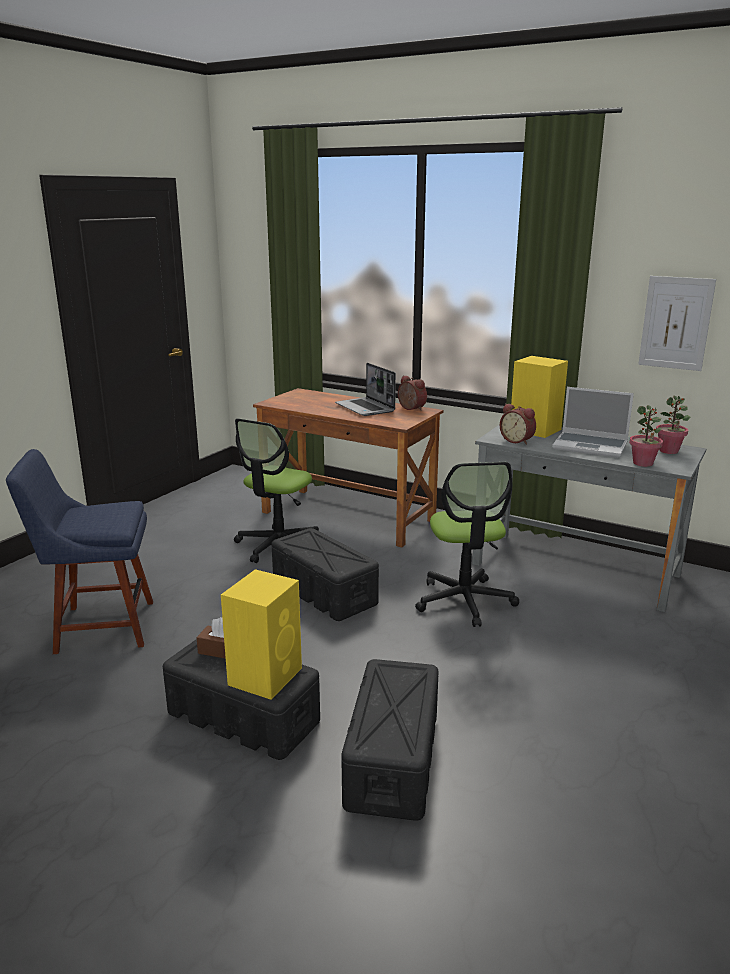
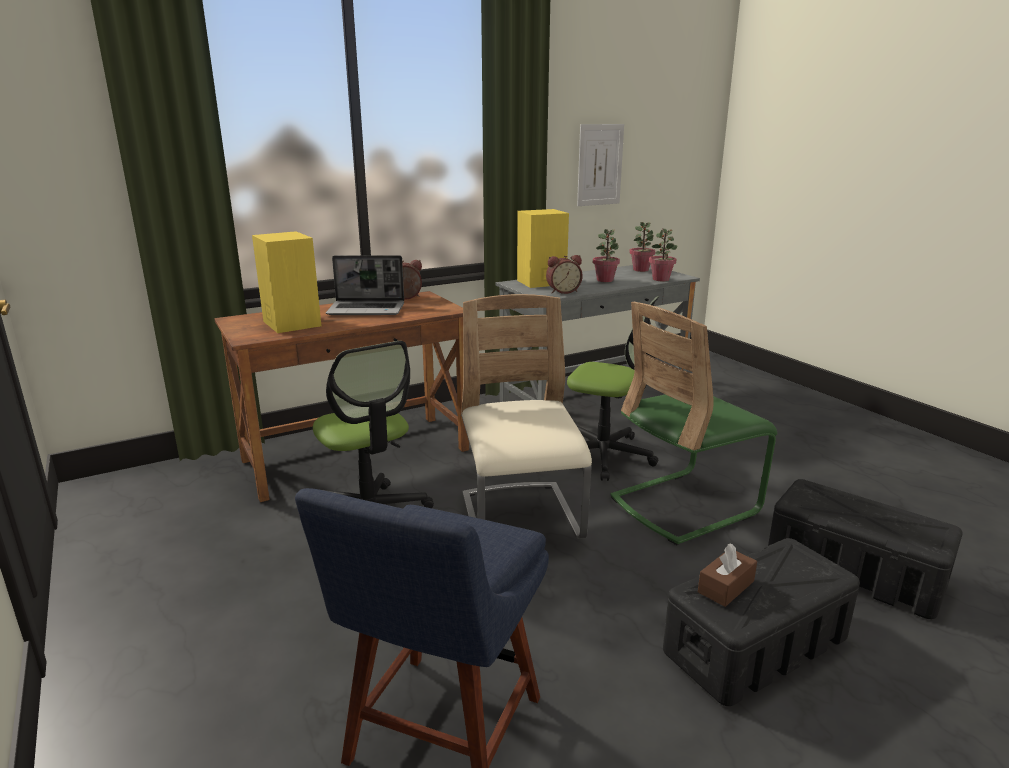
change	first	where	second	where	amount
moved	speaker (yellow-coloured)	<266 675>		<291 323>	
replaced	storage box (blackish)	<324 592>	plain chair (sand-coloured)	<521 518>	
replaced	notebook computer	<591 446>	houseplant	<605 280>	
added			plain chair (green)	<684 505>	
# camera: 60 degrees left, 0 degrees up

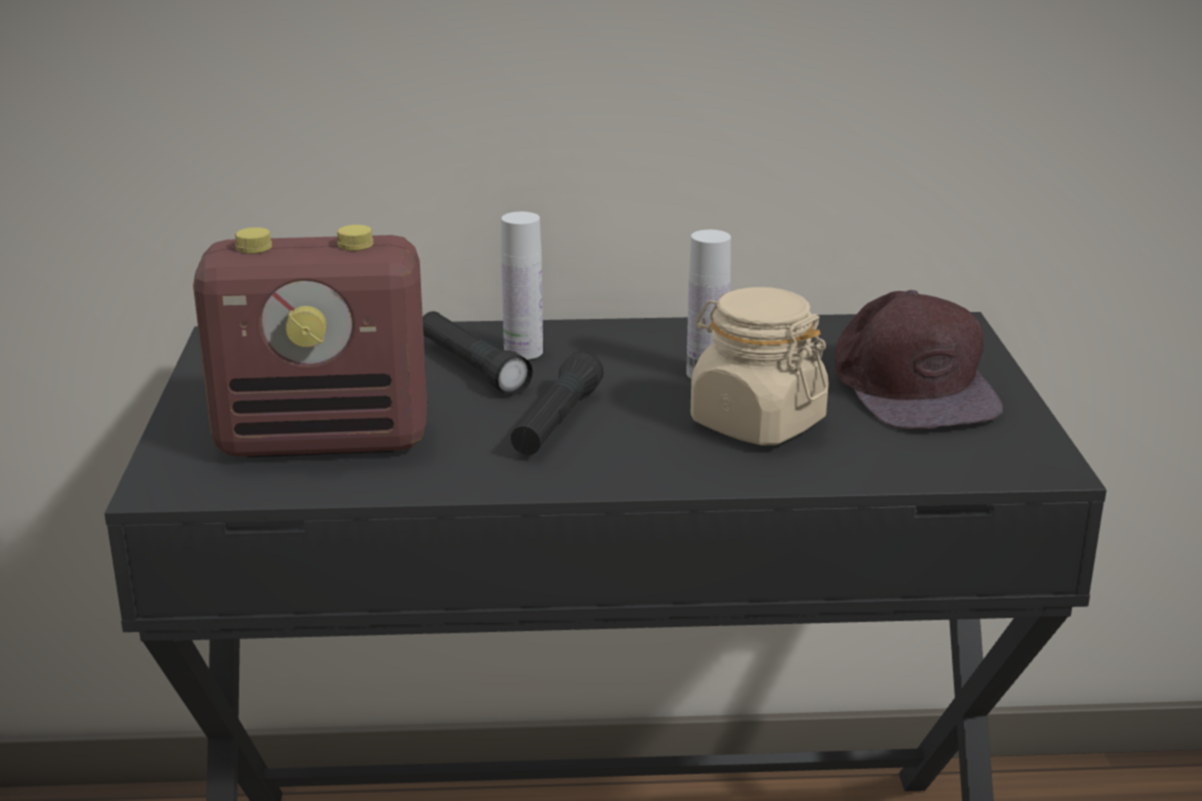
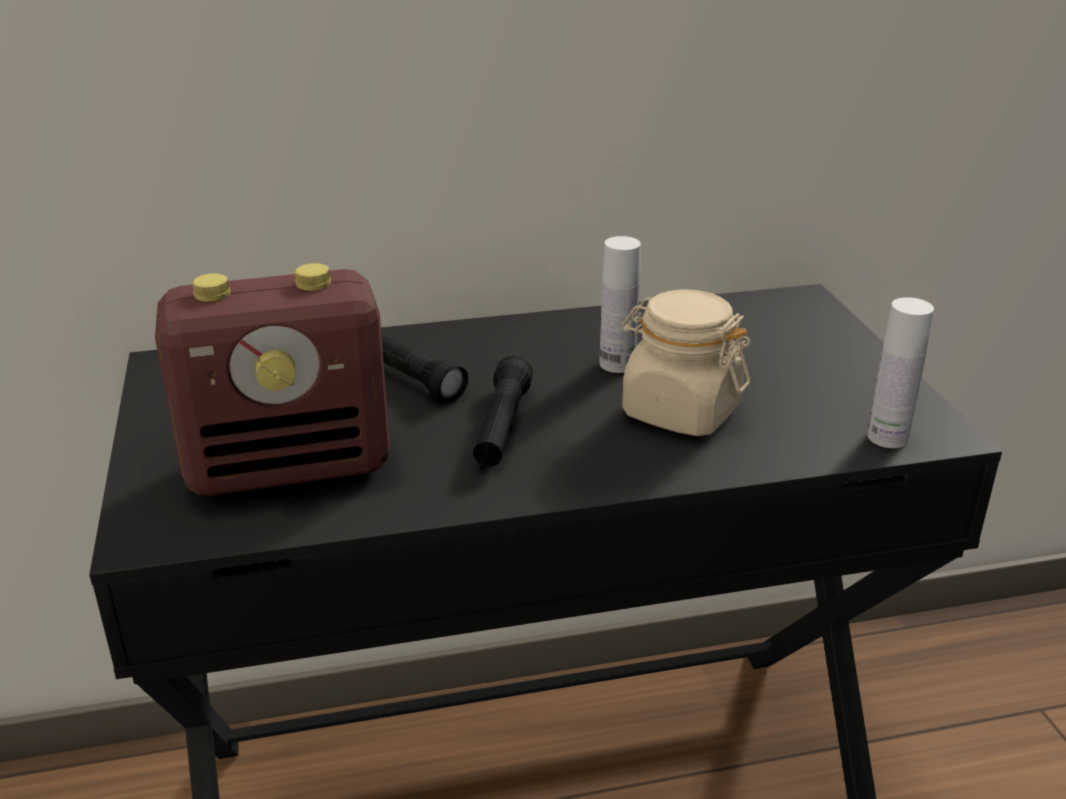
change	first	where	second	where	amount
moved	beverage bottle (whitish)	<523 352>		<887 437>	
removed	baseball cap (brown)	<912 386>			
# camera: 10 degrees left, 5 degrees up

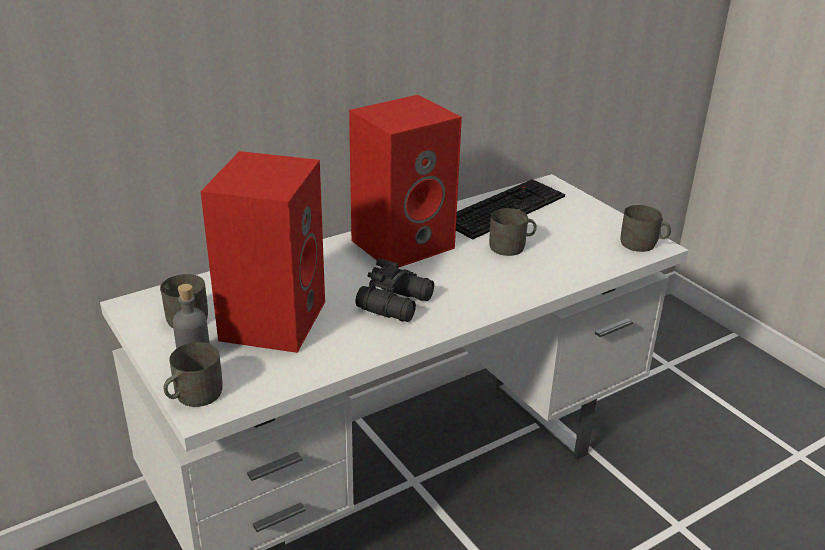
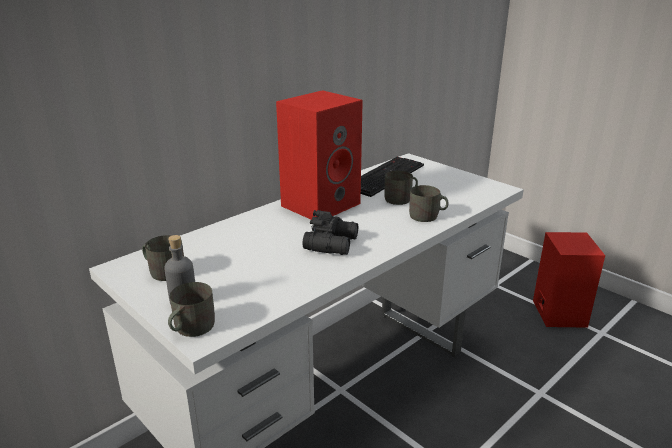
change	first	where	second	where	amount
moved	coffee mug (gray)	<643 244>		<427 216>	
moved	speaker (red)	<272 319>		<557 312>	
# camera: 10 degrees left, 5 degrees down

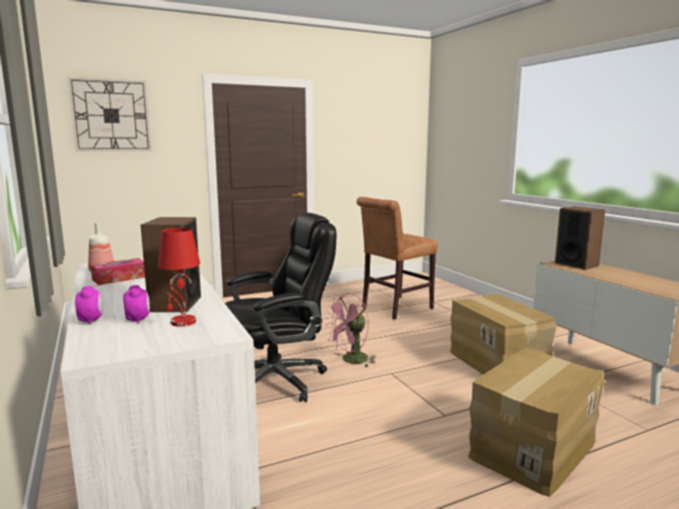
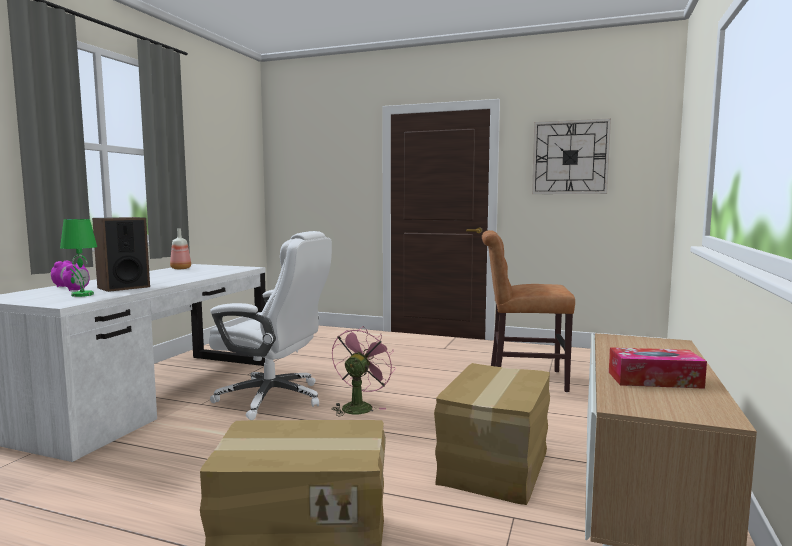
change	first	where	second	where	amount
recoloured	lamp for a table (red)	<182 322>	lamp for a table (green)	<81 295>	
recoloured	desk chair (blackish)	<277 380>	desk chair (whitish)	<273 398>	
turned	fan (pinkish)	<351 361>		<359 406>	105 degrees clockwise
moved	clock on the wall	<111 115>		<570 157>	
moved	tissue box	<119 278>		<654 380>	
removed	speaker	<576 264>			
# camera: 45 degrees right, 5 degrees down

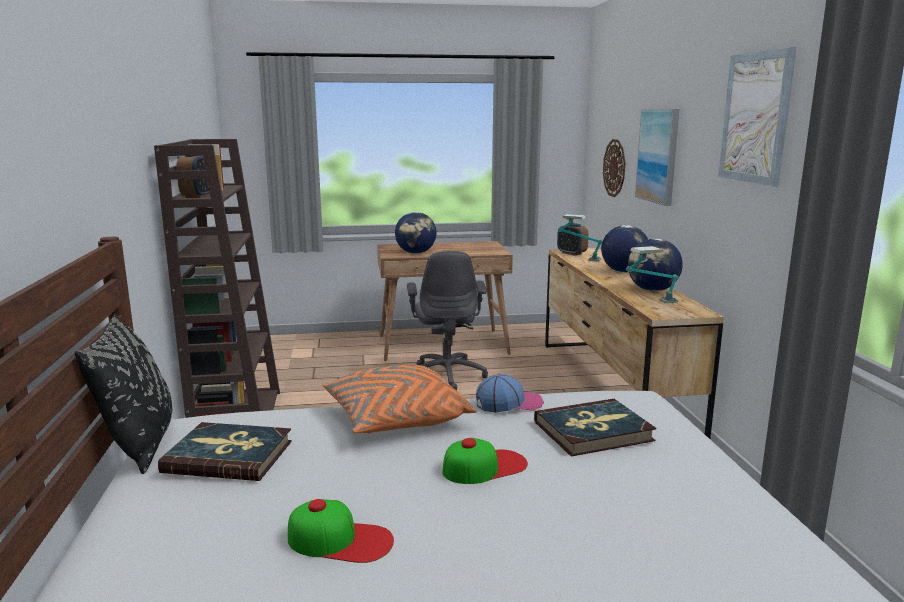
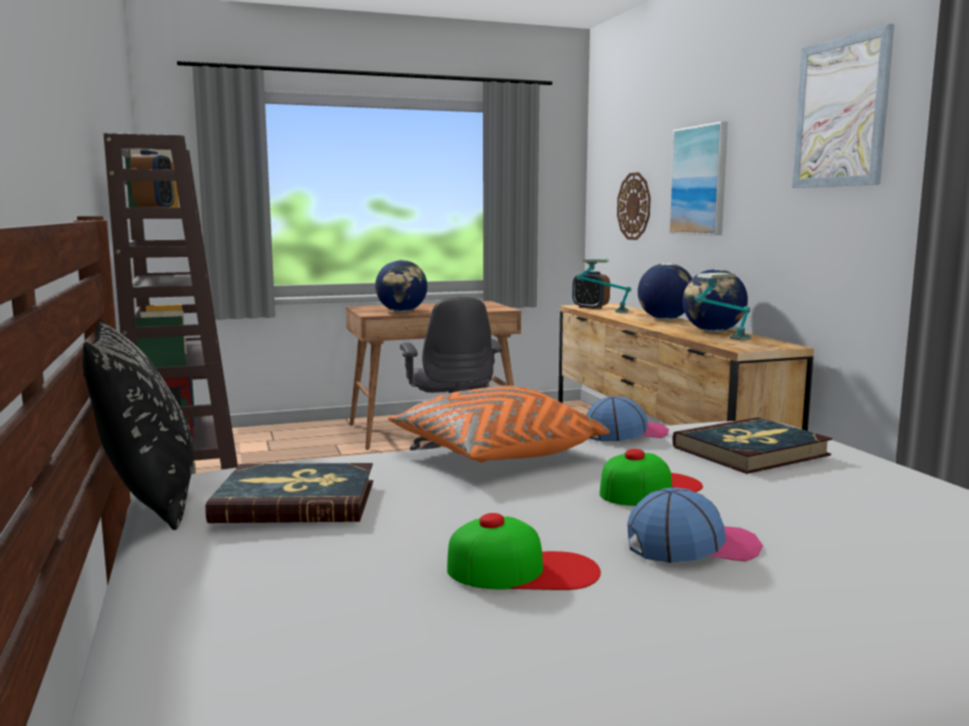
change	first	where	second	where	amount
added			baseball cap	<692 545>	
# camera: 10 degrees left, 5 degrees down

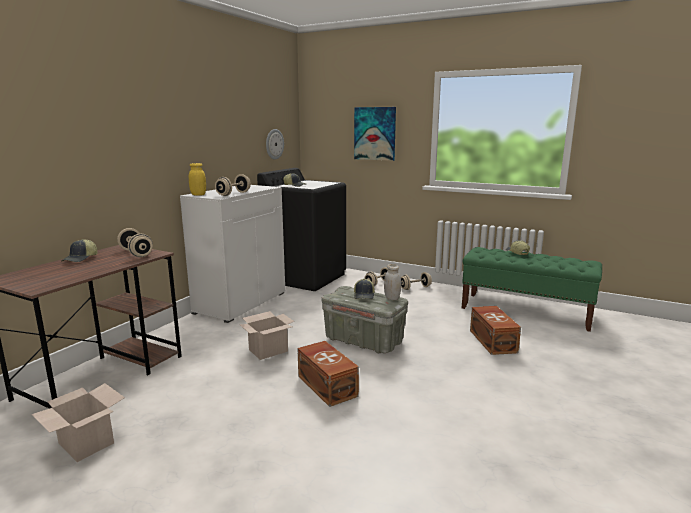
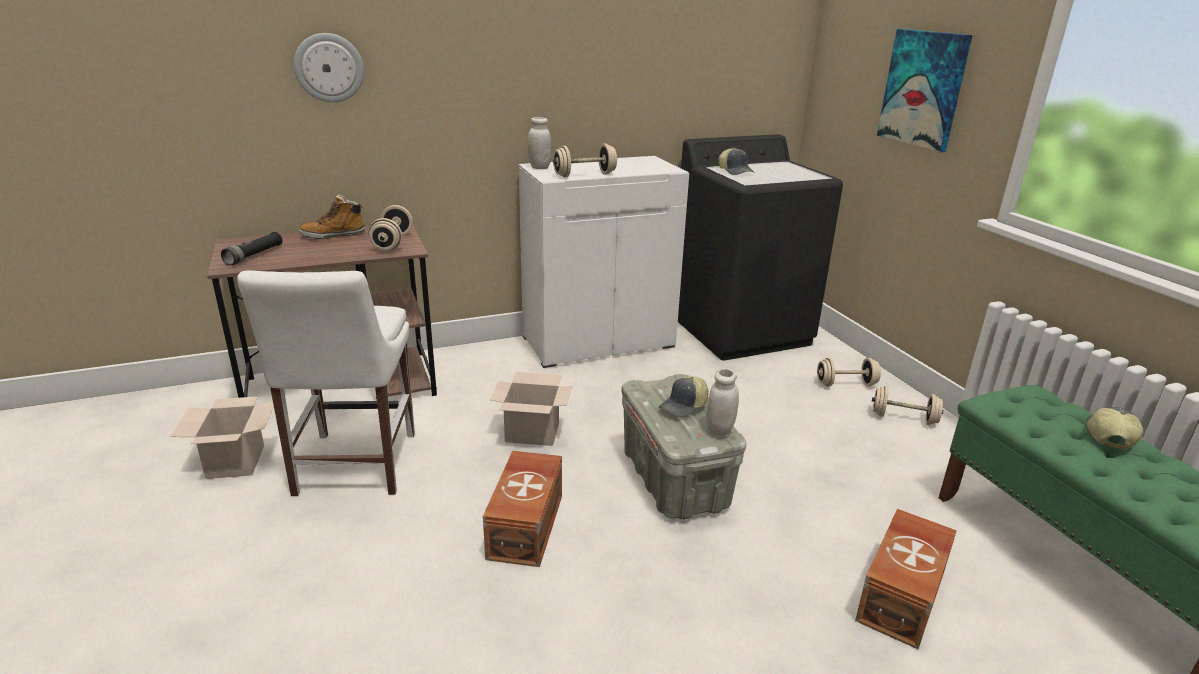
change	first	where	second	where	amount
added			torch (blackish)	<254 256>	
added			plain chair (whitish)	<353 467>	
moved	clock on the wall	<274 144>		<329 68>	
replaced	baseball cap	<81 259>	high-top boot	<333 235>	
recoloured	storage jar (yellow-coloured)	<198 195>	storage jar (whitish)	<539 167>	
# camera: 40 degrees right, 10 degrees up

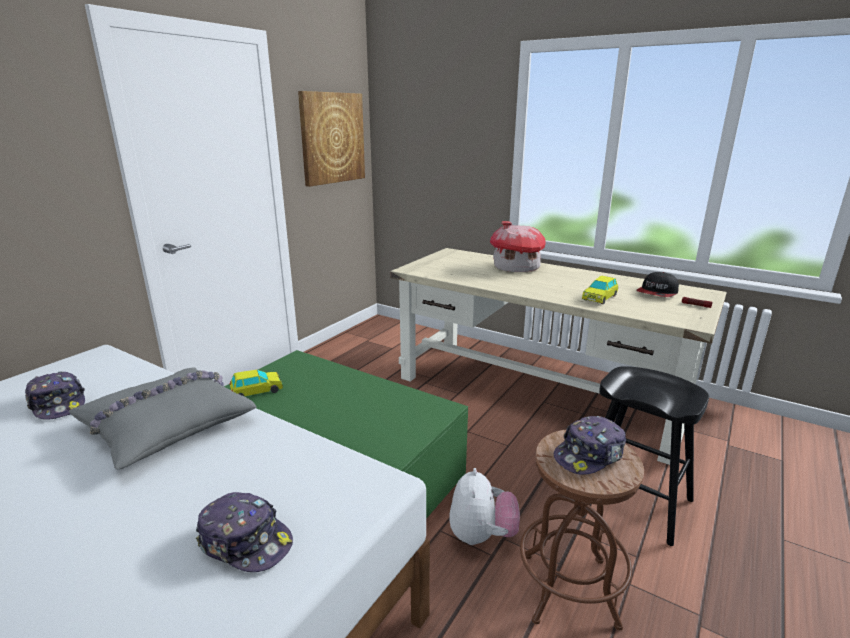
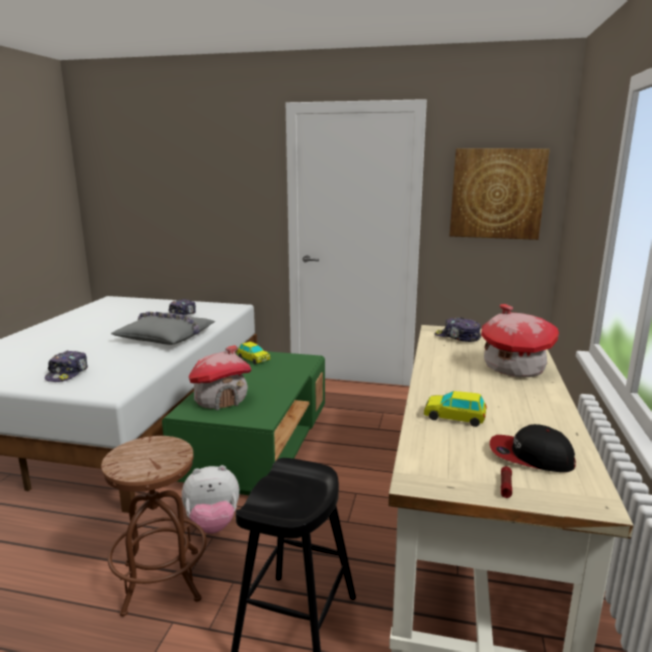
change	first	where	second	where	amount
added			model house	<221 399>	
moved	baseball cap	<589 455>		<457 337>	
# camera: 70 degrees right, 5 degrees down

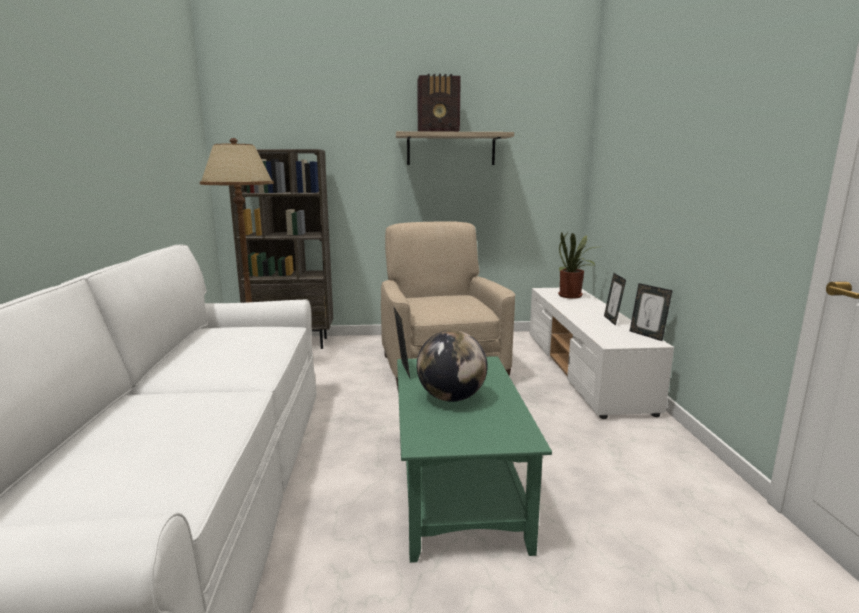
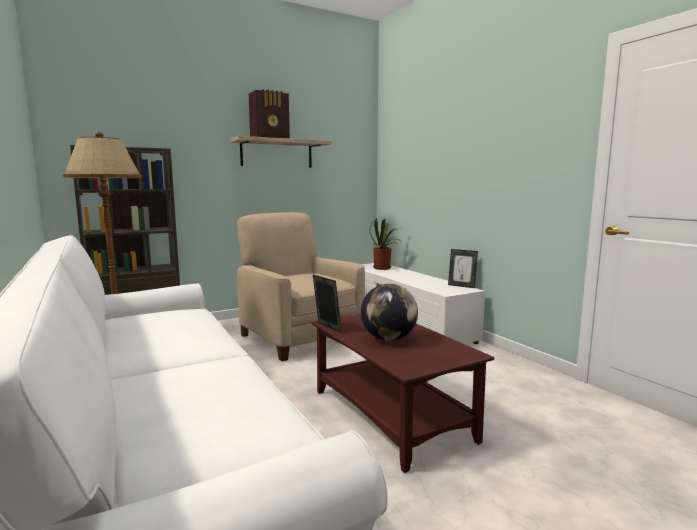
change	first	where	second	where	amount
recoloured	low table (green)	<457 486>	low table (brown)	<389 414>	
removed	photo frame	<612 320>			
# camera: 25 degrees left, 5 degrees down

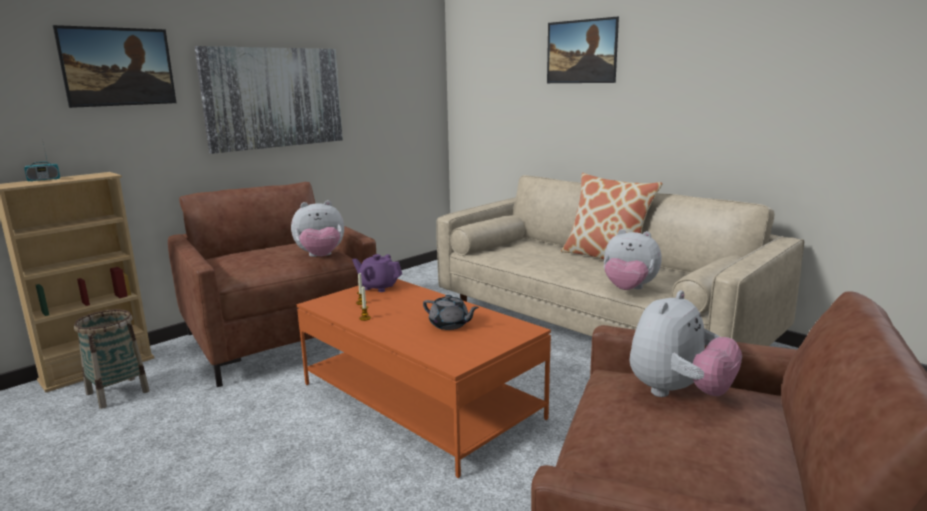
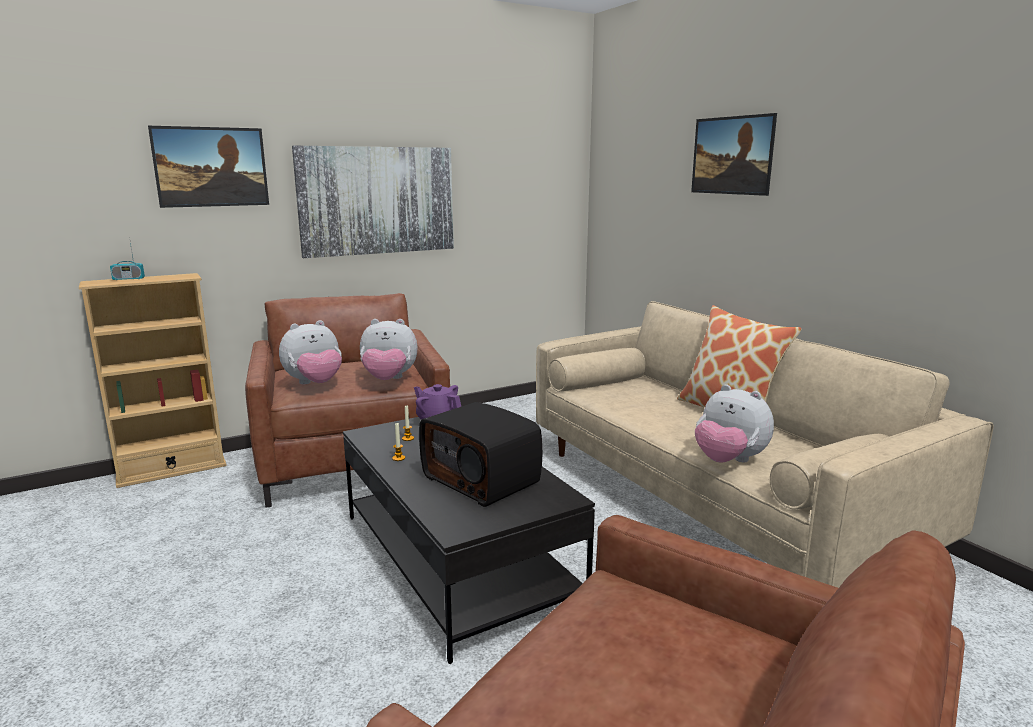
change	first	where	second	where	amount
moved	soft toy	<678 393>		<315 384>	
recoloured	low table (orange-coloured)	<420 401>	low table (blackish)	<457 559>	
replaced	tea pot (gray)	<450 325>	radio receiver	<482 480>	
removed	basket	<118 392>			
# camera: 15 degrees right, 0 degrees up

